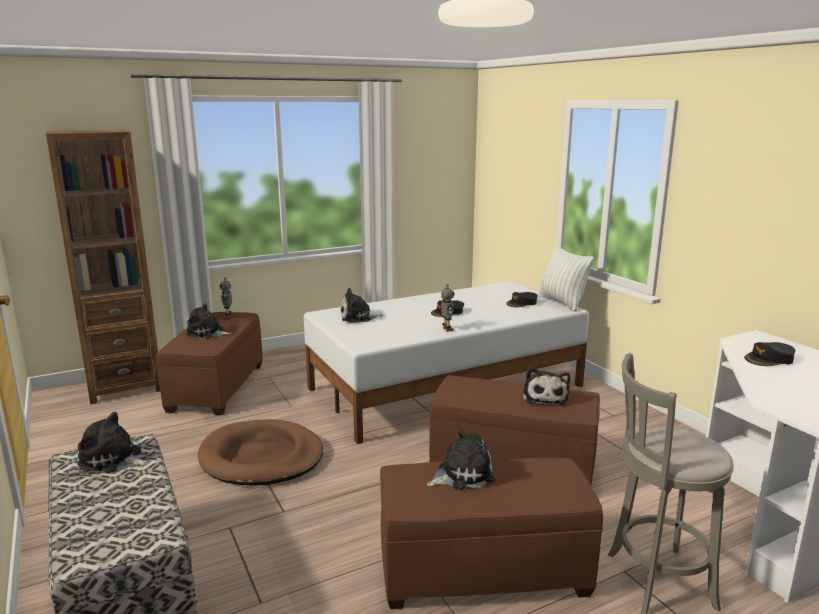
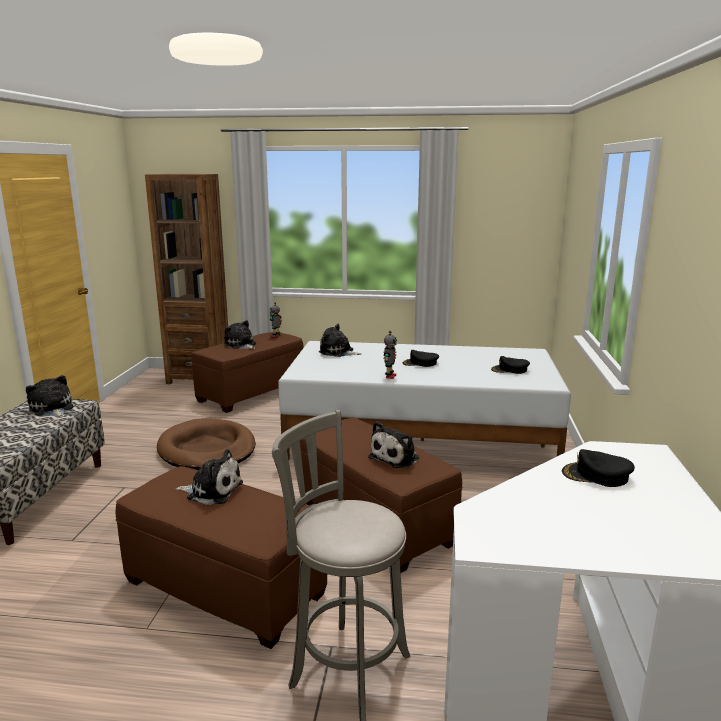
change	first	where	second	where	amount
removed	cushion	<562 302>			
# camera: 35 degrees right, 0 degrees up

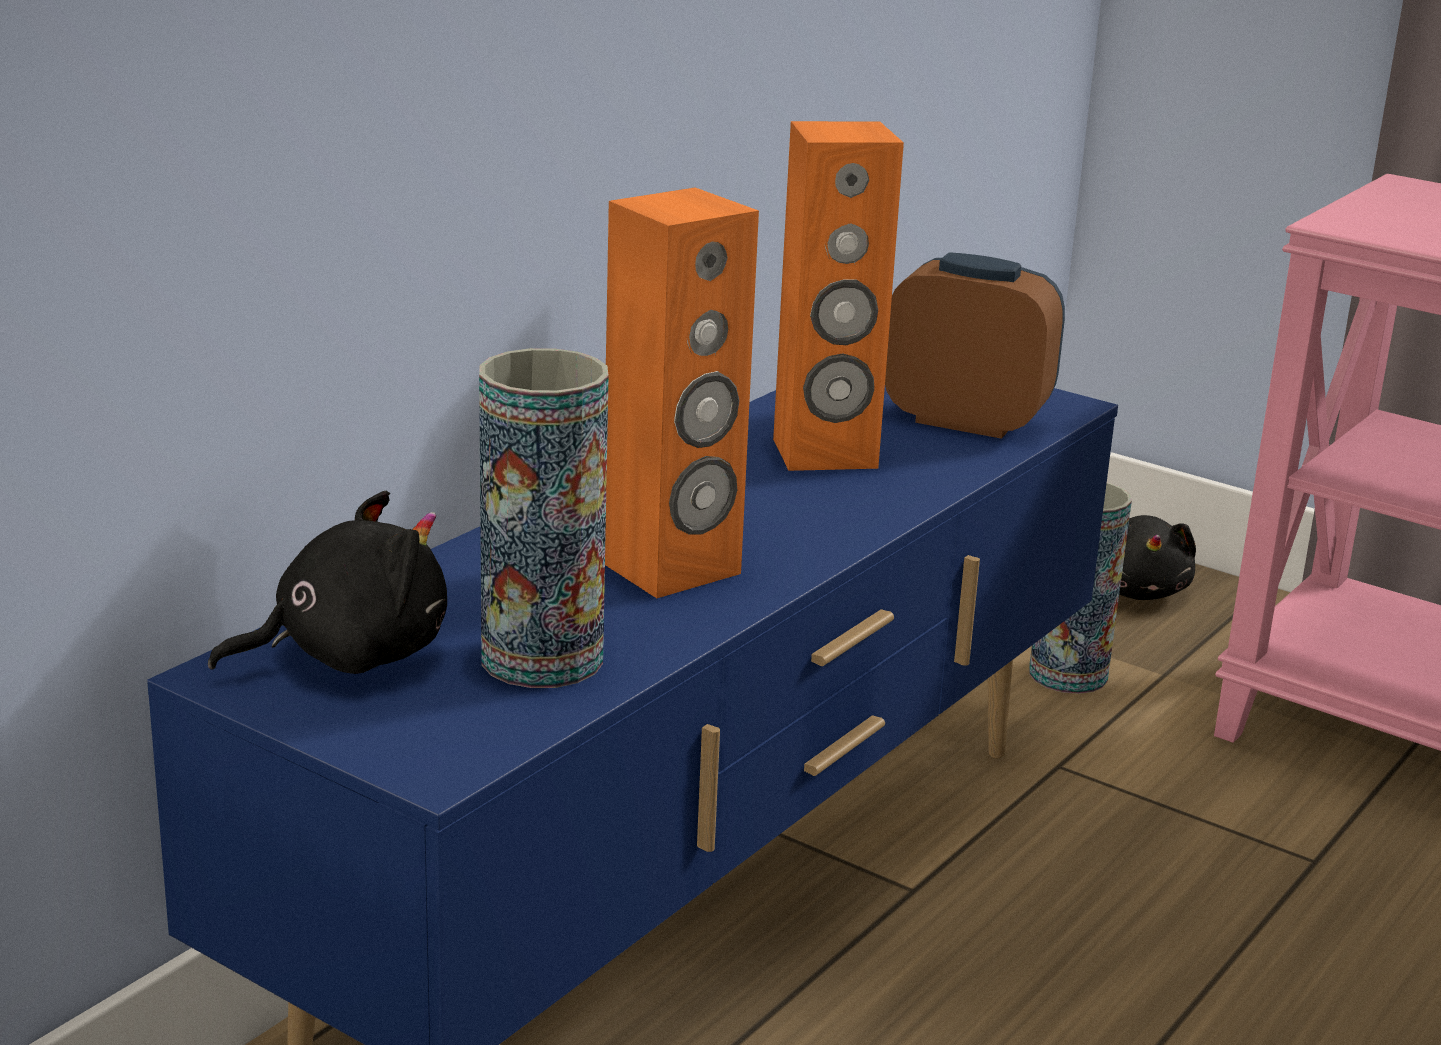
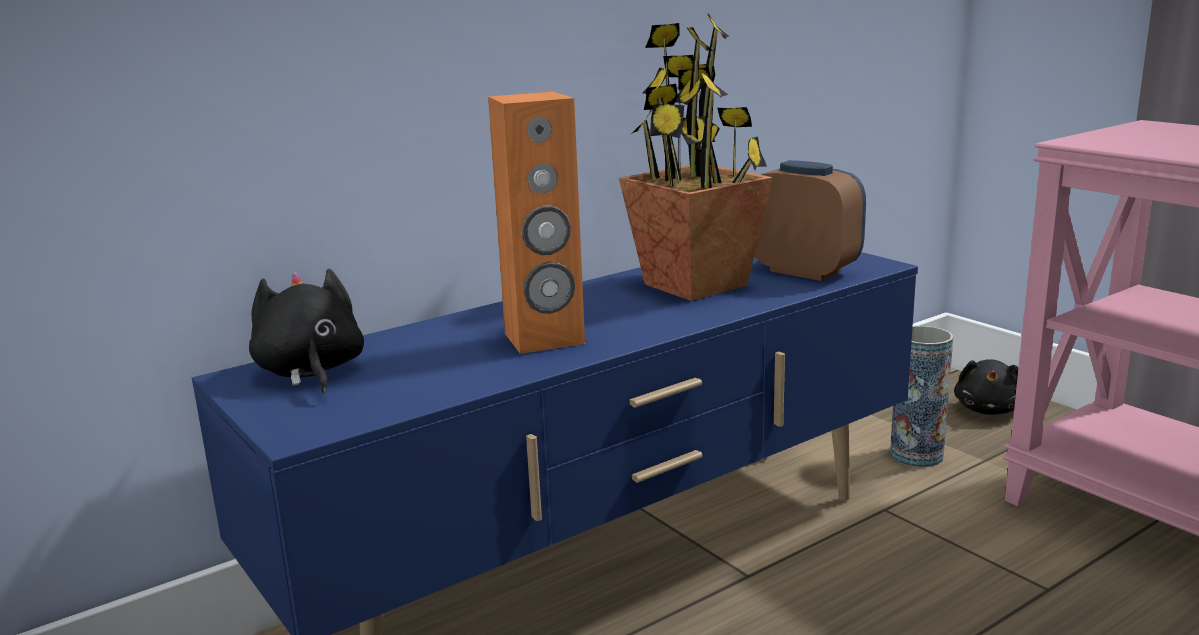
change	first	where	second	where	amount
turned	soft toy (blackish)	<349 655>		<310 372>	105 degrees counterclockwise
replaced	speaker (orange-coloured)	<825 454>	houseplant	<696 285>	
removed	flower vase	<542 658>			
# camera: 20 degrees right, 5 degrees down

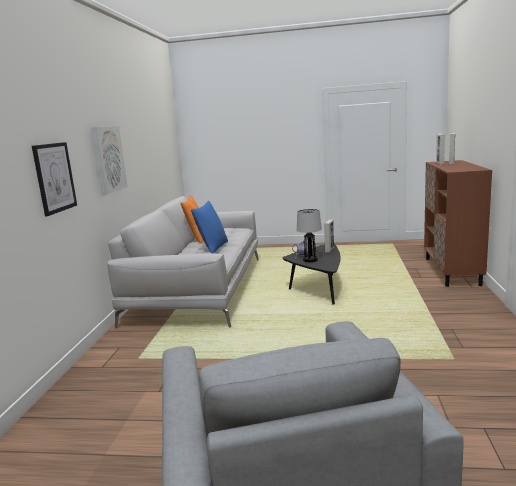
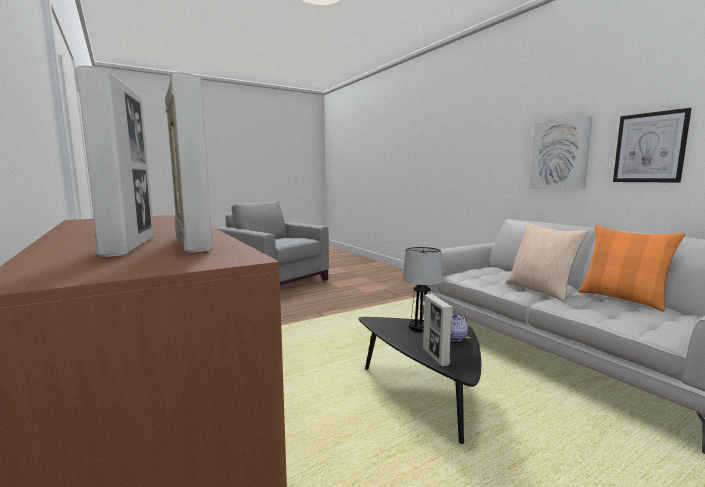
change	first	where	second	where	amount
recoloured	cushion (blue)	<212 248>	cushion (sand-coloured)	<540 290>	
moved	wall picture	<54 177>		<649 147>	
# camera: 140 degrees right, 5 degrees down

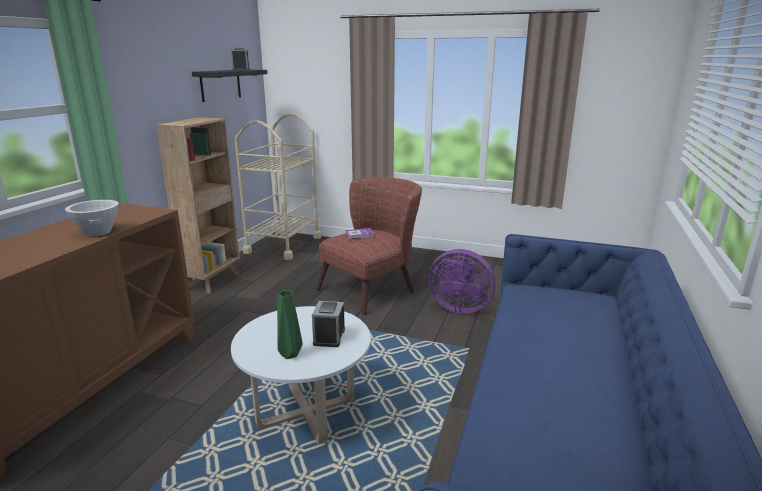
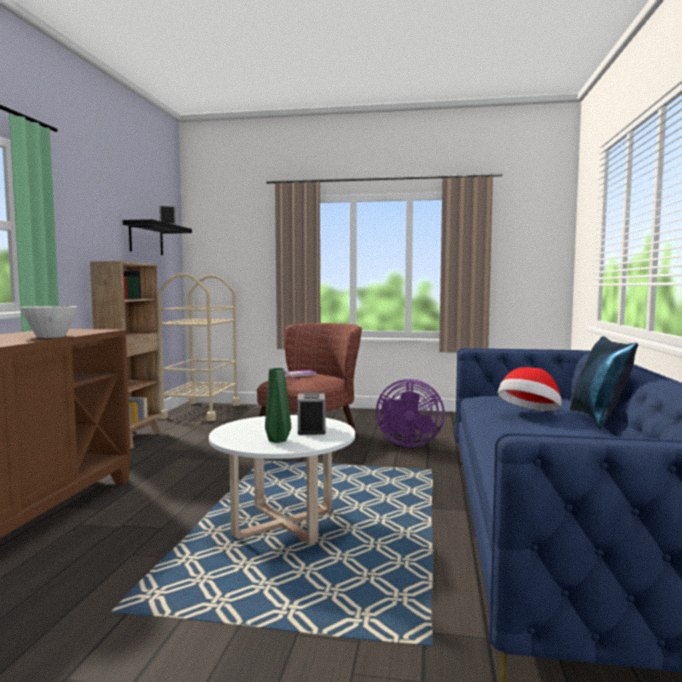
change	first	where	second	where	amount
added			hat	<529 414>	
added			cushion (blue)	<599 420>	
# camera: 10 degrees left, 15 degrees down

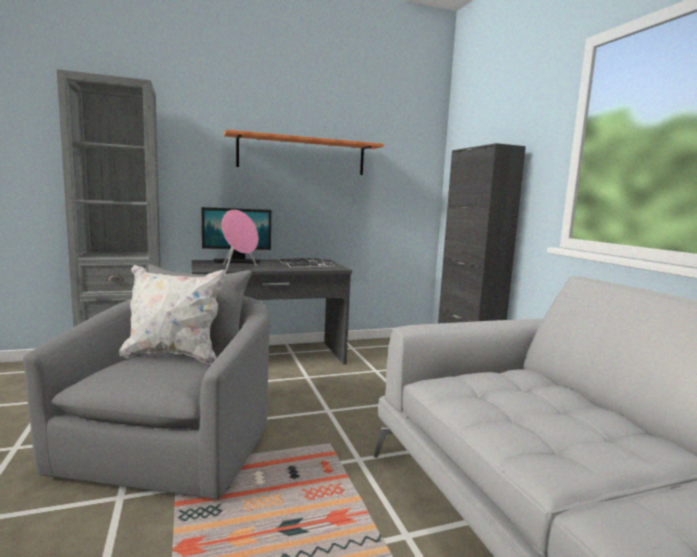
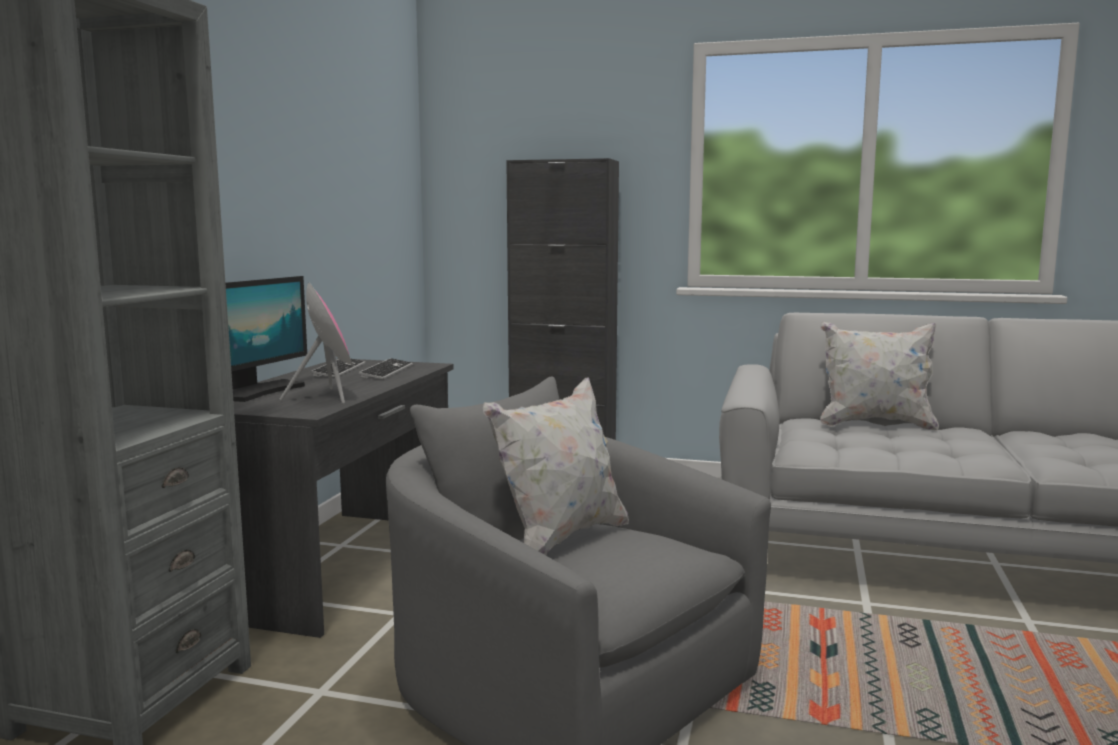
change	first	where	second	where	amount
added			cushion (whitish)	<874 424>	
removed	wall shelf (orange-coloured)	<302 155>			
# camera: 55 degrees left, 0 degrees up

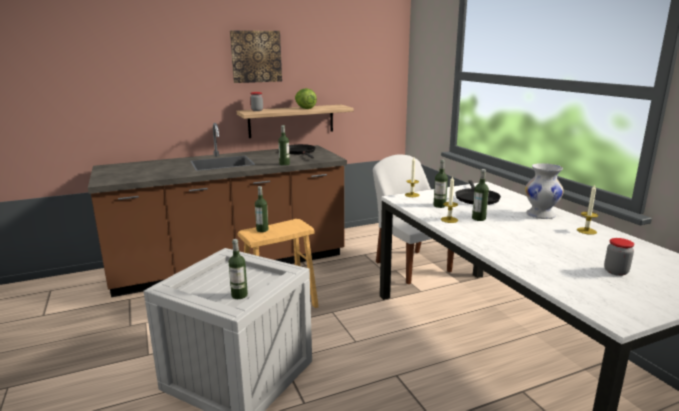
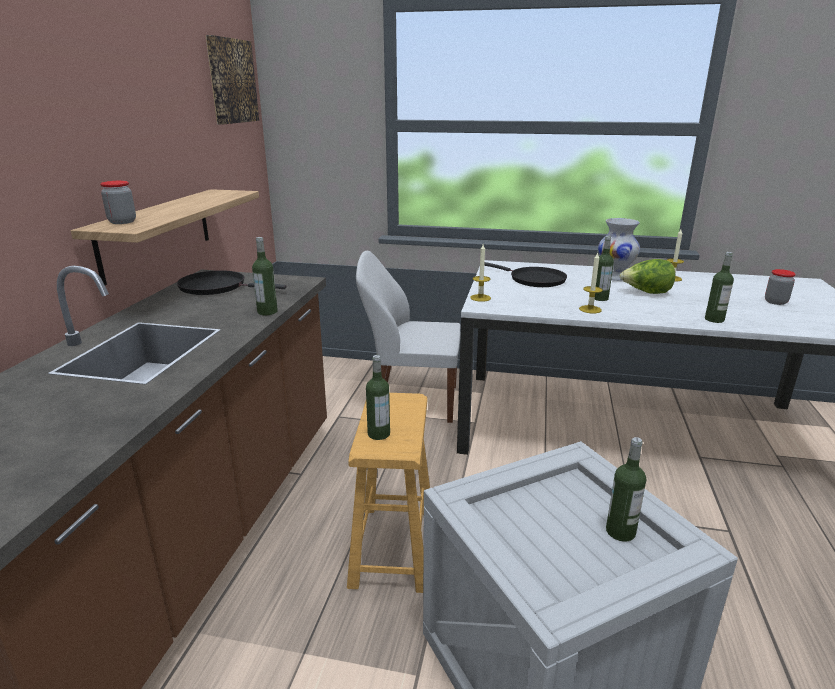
change	first	where	second	where	amount
moved	wall picture	<256 56>		<231 81>	
moved	lettuce head	<305 108>		<646 293>	
moved	beverage bottle	<439 206>		<714 319>	
# camera: 55 degrees left, 5 degrees up

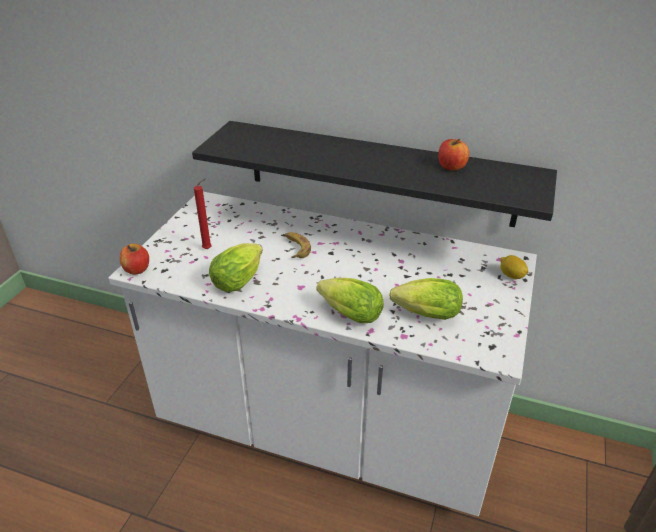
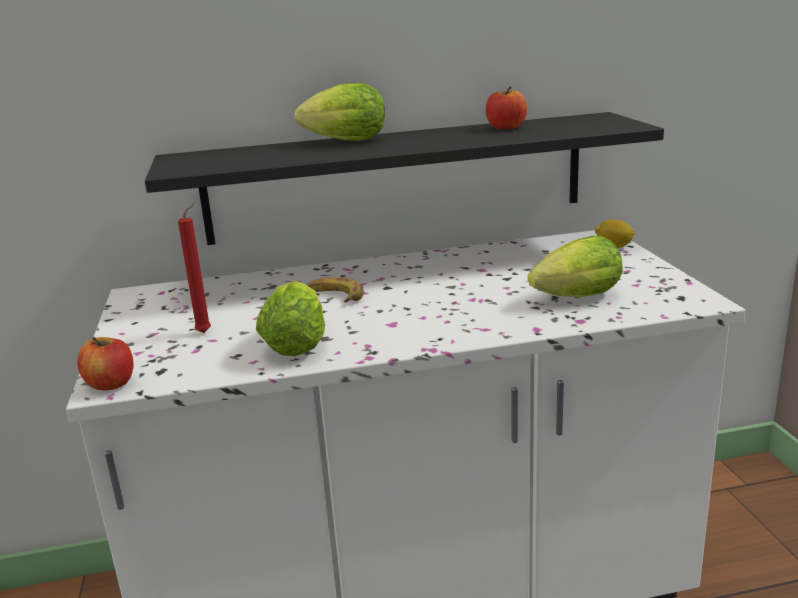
change	first	where	second	where	amount
moved	lettuce head	<347 313>		<341 141>	
# camera: 30 degrees left, 15 degrees down

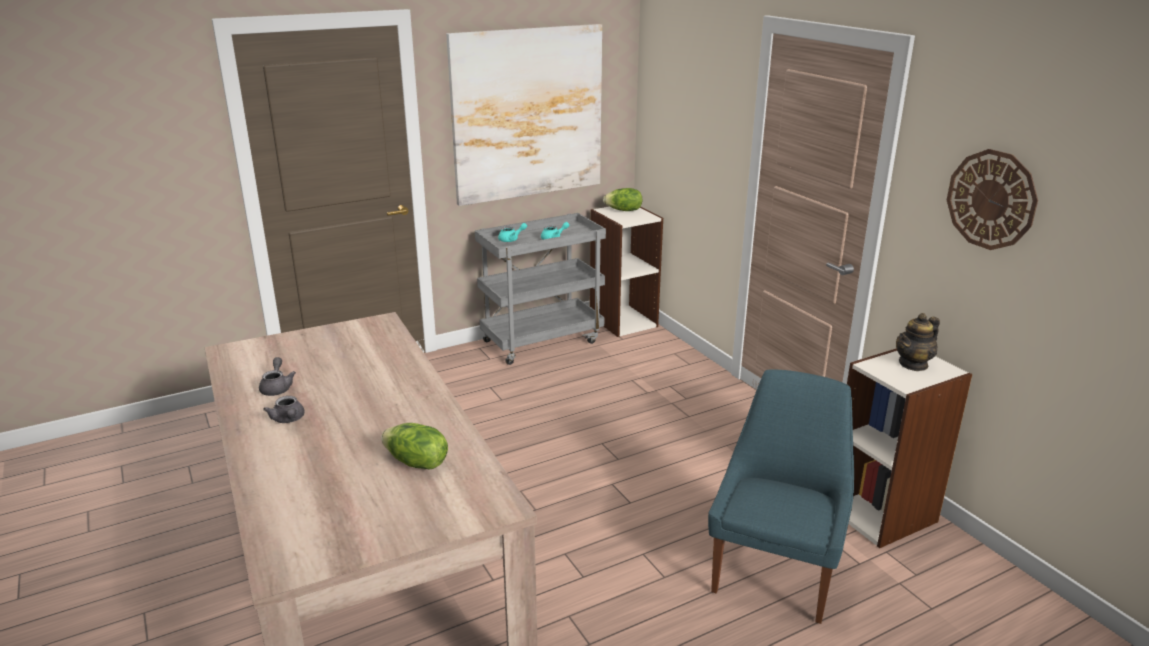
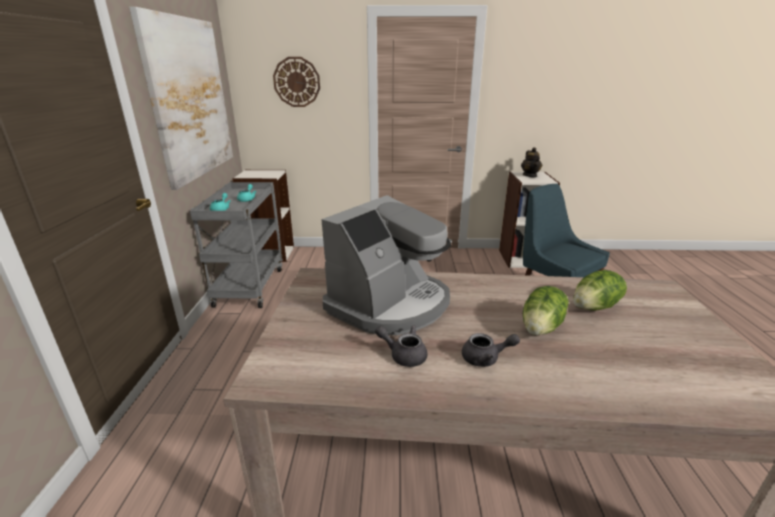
change	first	where	second	where	amount
moved	clock on the wall	<991 199>		<296 82>	
added			coffee maker	<390 304>	
moved	lettuce head	<624 210>		<542 327>	
# camera: 60 degrees left, 0 degrees up

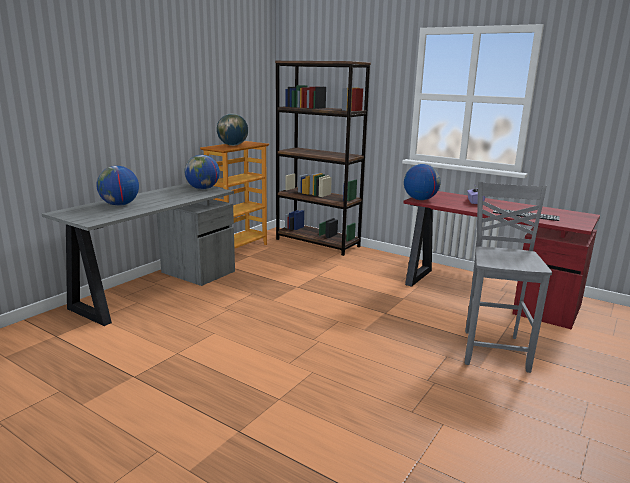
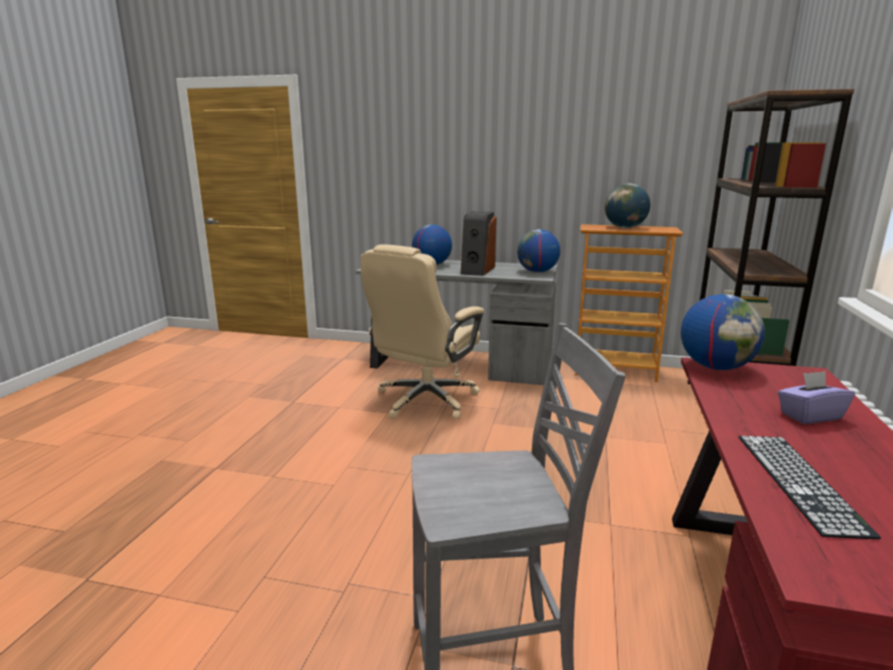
change	first	where	second	where	amount
added			desk chair (sand-coloured)	<425 400>	
added			speaker	<477 270>	
# camera: 70 degrees right, 0 degrees up

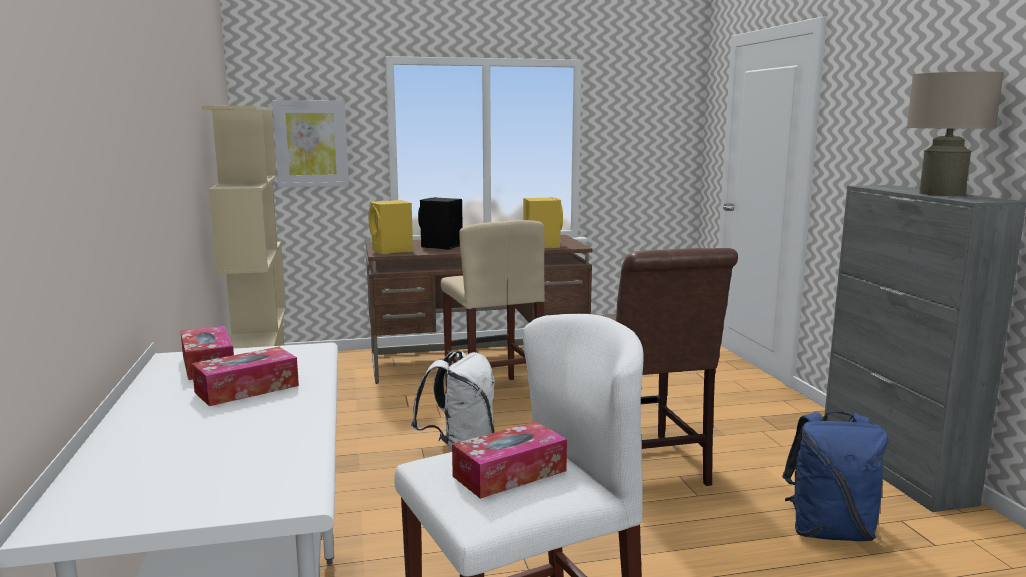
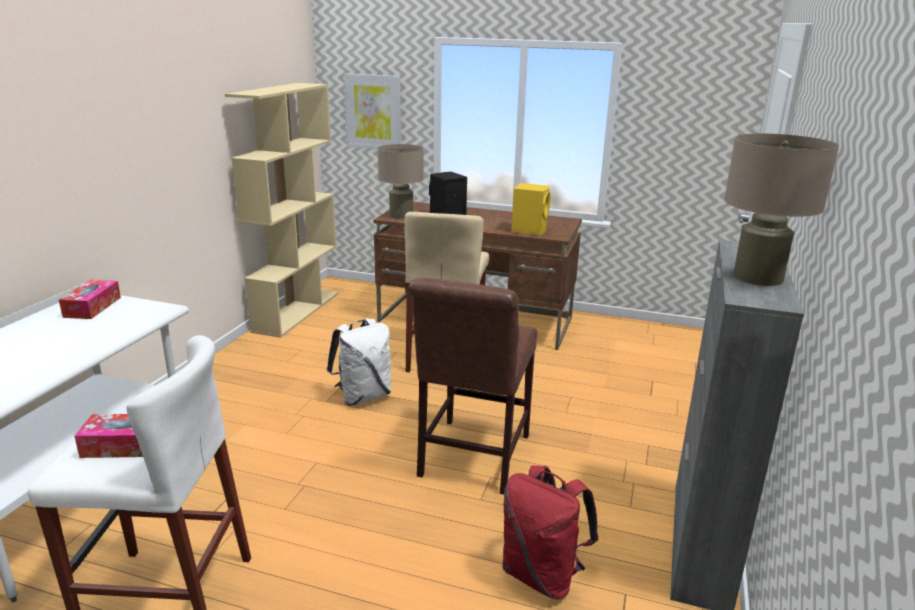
change	first	where	second	where	amount
replaced	speaker (yellow-coloured)	<392 251>	lamp for a table (sand-coloured)	<401 215>	
recoloured	rucksack (blue)	<829 531>	rucksack (red)	<542 575>	
removed	tissue box	<247 389>			
# camera: 30 degrees right, 10 degrees up

